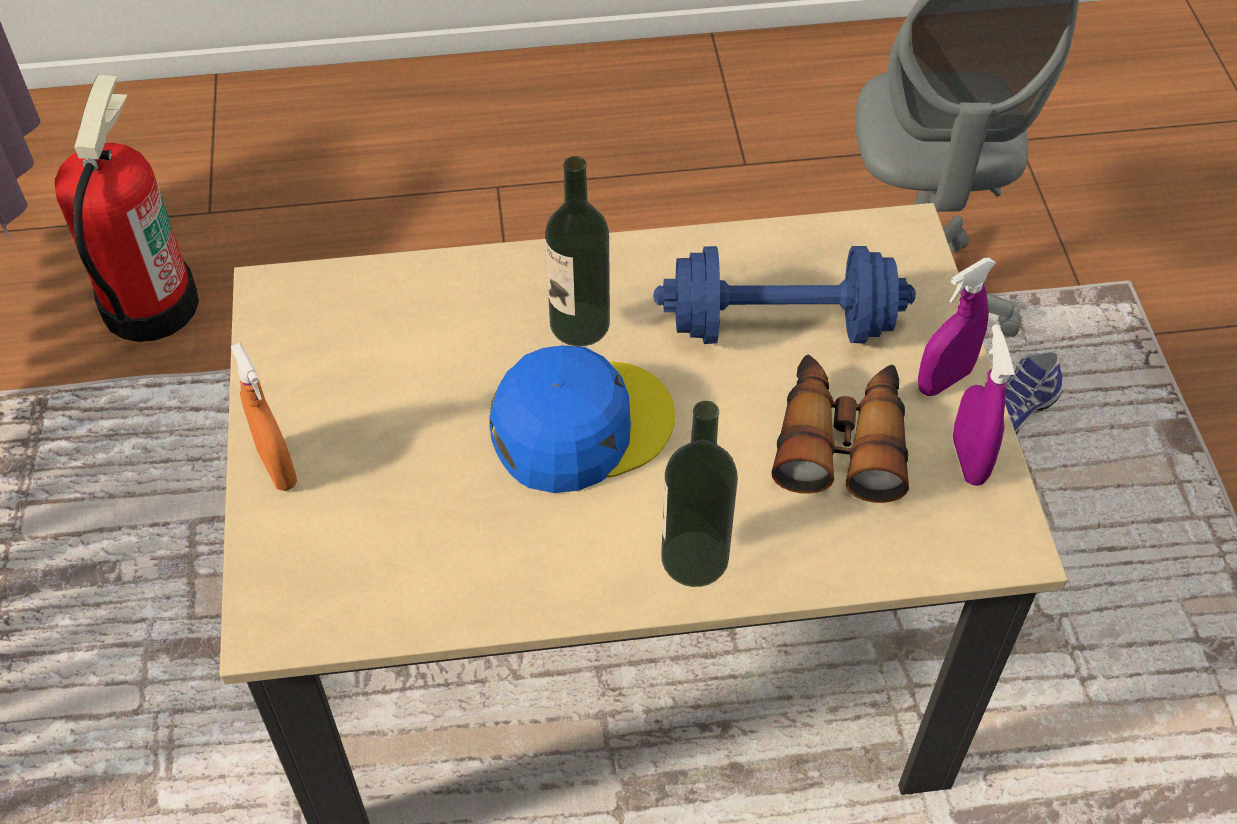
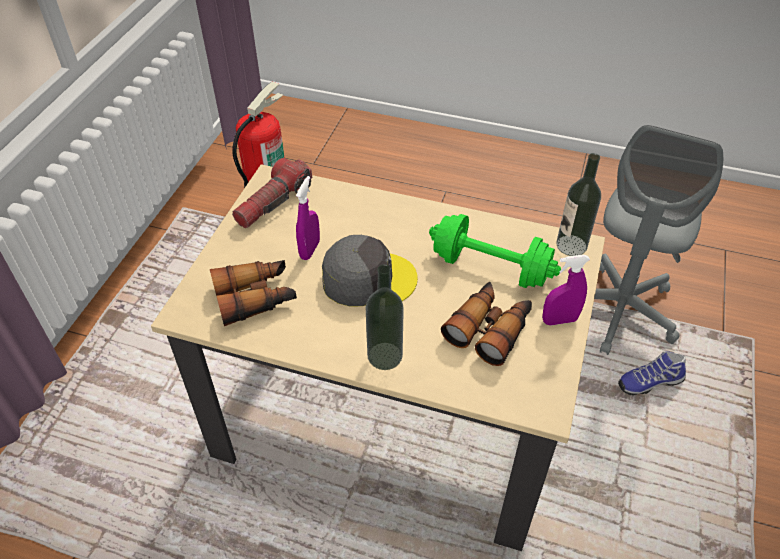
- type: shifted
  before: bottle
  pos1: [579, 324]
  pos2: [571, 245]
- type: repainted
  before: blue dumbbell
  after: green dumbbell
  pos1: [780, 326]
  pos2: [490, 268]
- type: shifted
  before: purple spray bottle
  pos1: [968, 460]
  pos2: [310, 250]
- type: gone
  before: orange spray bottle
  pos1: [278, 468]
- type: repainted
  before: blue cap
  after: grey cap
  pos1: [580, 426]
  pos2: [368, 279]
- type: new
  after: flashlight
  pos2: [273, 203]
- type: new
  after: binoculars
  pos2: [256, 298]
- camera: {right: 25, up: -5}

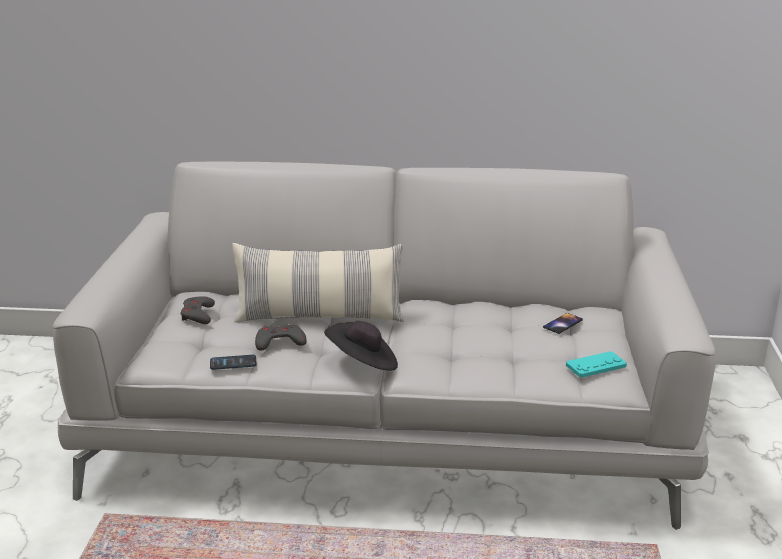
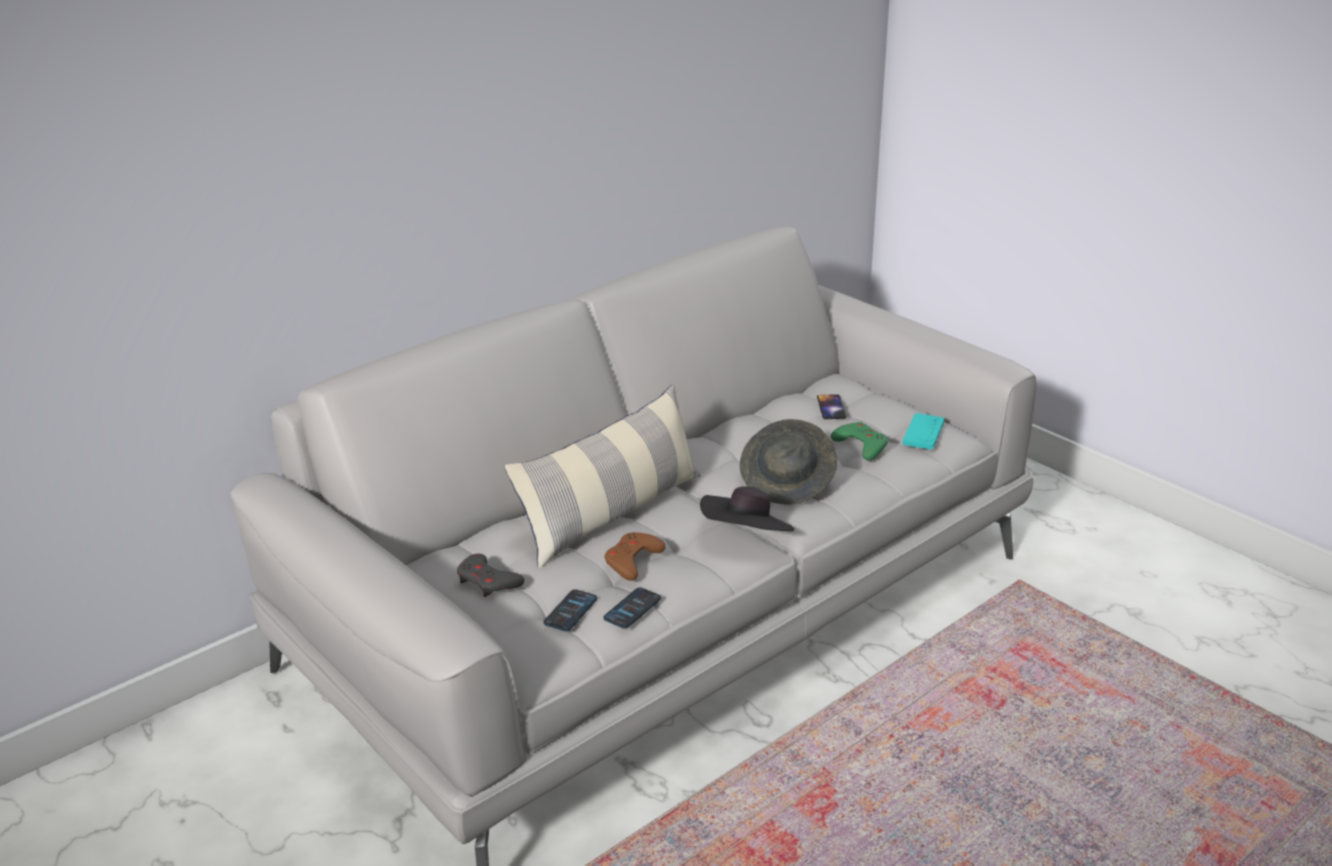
- type: repainted
  before: grey game controller
  after: brown game controller
  pos1: [279, 342]
  pos2: [632, 560]
- type: new
  after: grey hat
  pos2: [788, 482]
- type: new
  after: green game controller
  pos2: [861, 445]
- type: new
  after: phone
  pos2: [570, 611]
- camera: {right: -45, up: 5}

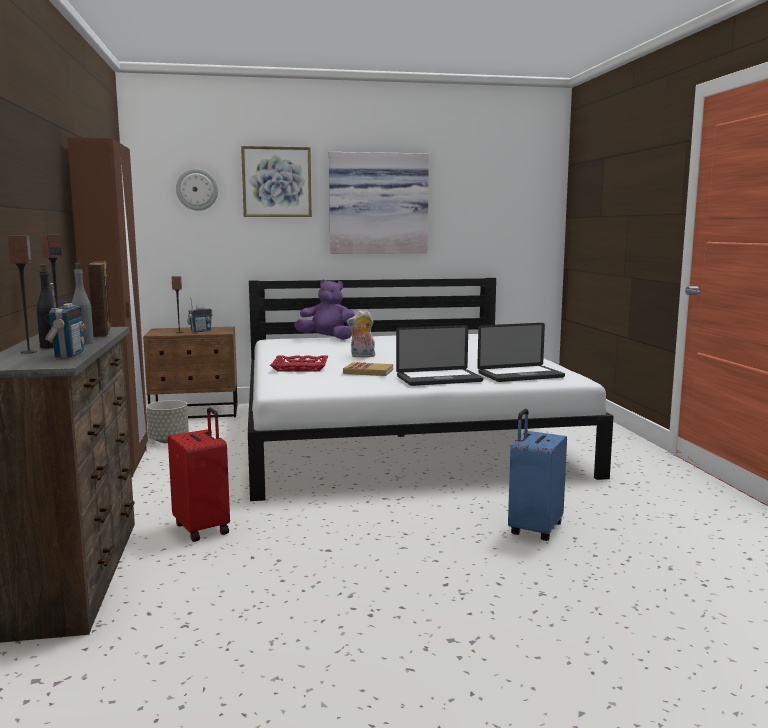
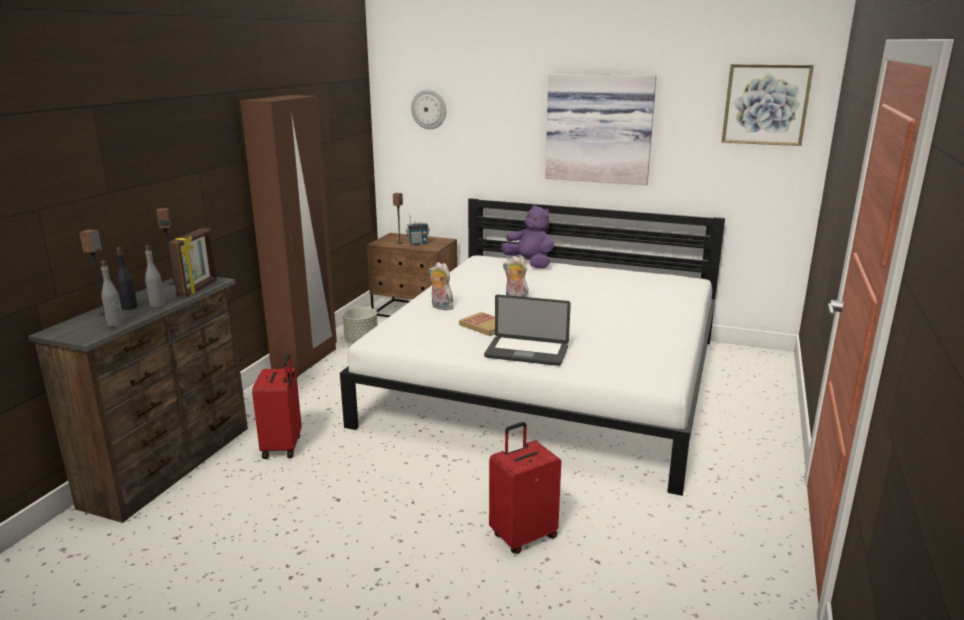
- type: shifted
  before: picture
  pos1: [276, 182]
  pos2: [765, 104]
- type: swapped
  before: radio
  after: grey bottle
  pos1: [68, 355]
  pos2: [115, 324]
- type: gone
  before: laptop
  pos1: [520, 375]
- type: swapped
  before: red tray
  after: plush toy
  pos1: [300, 367]
  pos2: [440, 307]
- type: repainted
  before: blue suitcase
  after: red suitcase
  pos1: [534, 529]
  pos2: [523, 535]
- camera: {right: 30, up: 10}

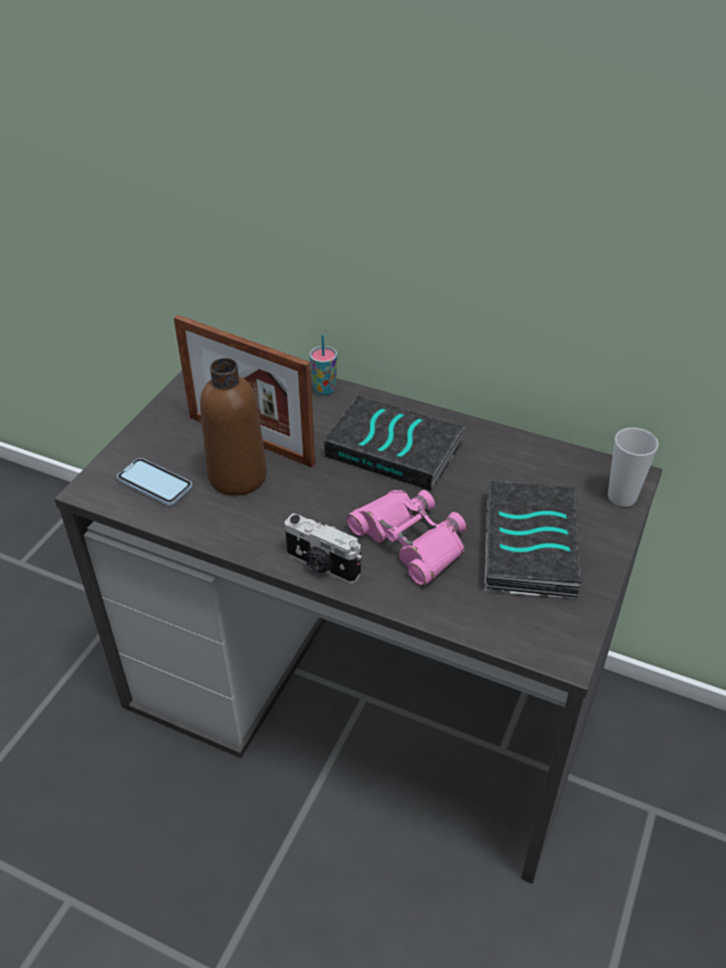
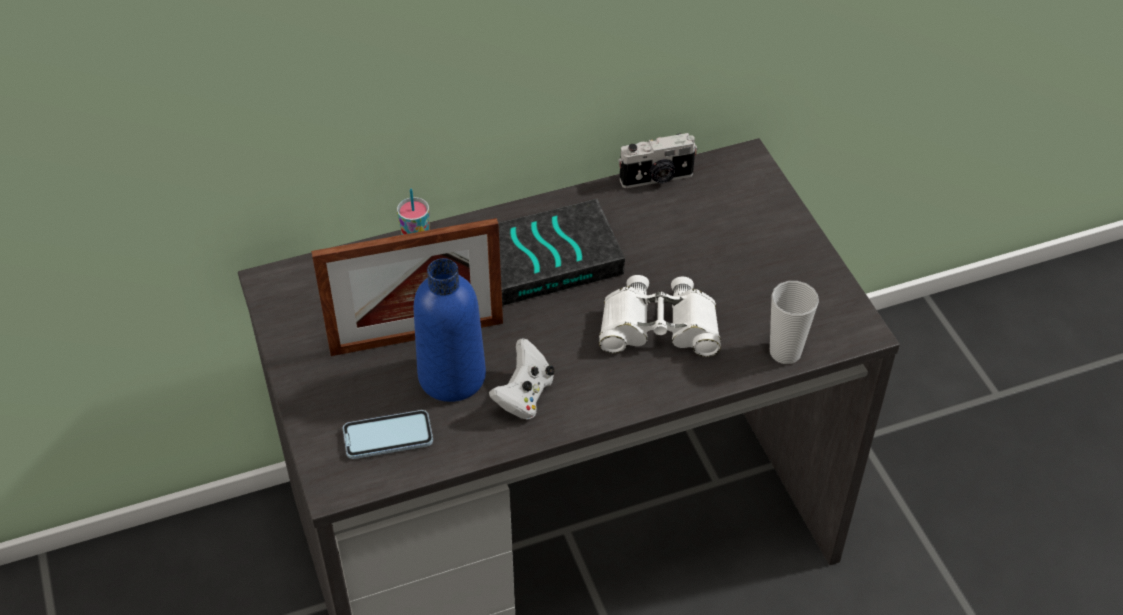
- type: repainted
  before: brown bottle
  after: blue bottle
  pos1: [237, 476]
  pos2: [452, 376]
- type: shifted
  before: cup
  pos1: [622, 497]
  pos2: [785, 352]
- type: gone
  before: book
  pos1: [526, 545]
- type: repainted
  before: pink binoculars
  after: white binoculars
  pos1: [410, 541]
  pos2: [659, 327]
- type: shifted
  before: photo camera
  pos1: [322, 566]
  pos2: [657, 179]
- type: new
  after: white game controller
  pos2: [524, 396]
- camera: {right: -45, up: 5}

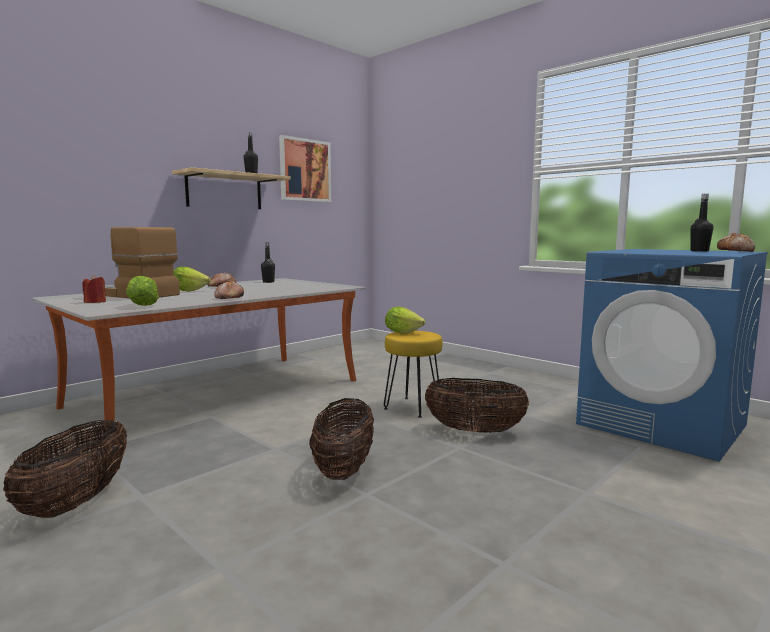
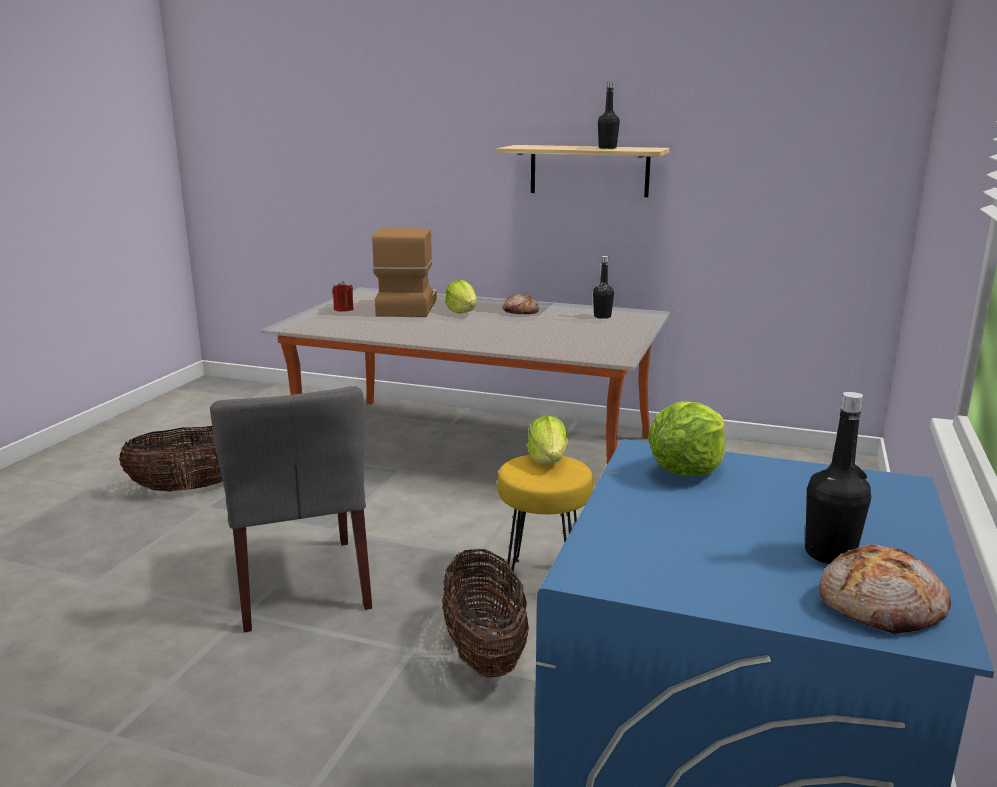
- type: gone
  before: picture
  pos1: [305, 170]
- type: shifted
  before: lettuce
  pos1: [143, 305]
  pos2: [687, 469]
- type: gone
  before: bread
  pos1: [229, 298]
- type: swapped
  before: basket
  after: grey chair
  pos1: [343, 469]
  pos2: [301, 583]
- camera: {right: 65, up: 10}

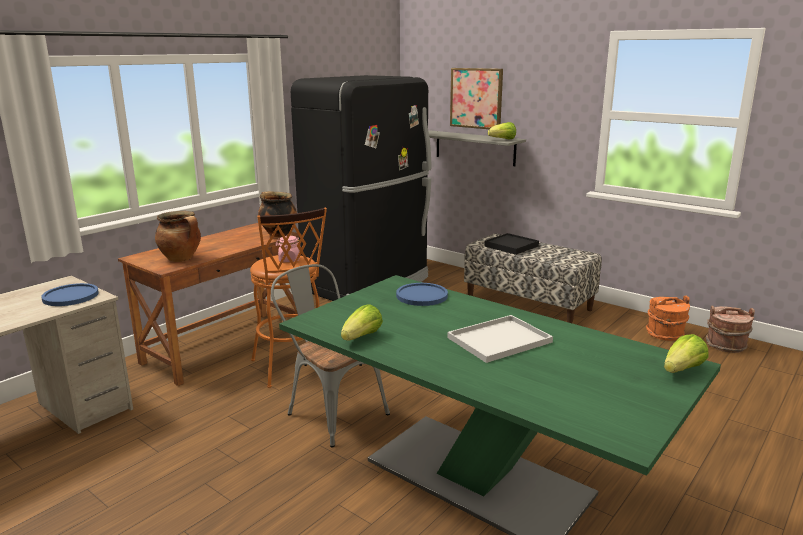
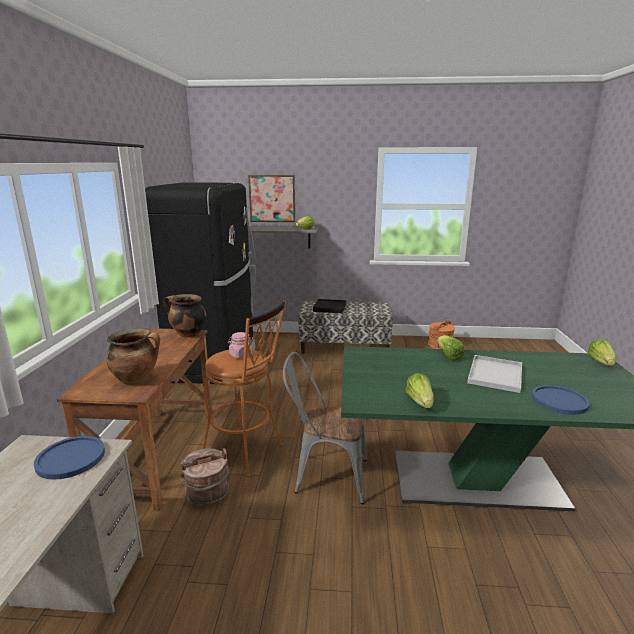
- type: shifted
  before: blue plate
  pos1: [422, 295]
  pos2: [559, 401]
- type: shifted
  before: brown bucket
  pos1: [725, 346]
  pos2: [207, 494]
- type: new
  after: lettuce
  pos2: [448, 355]
- camera: {right: -35, up: 0}

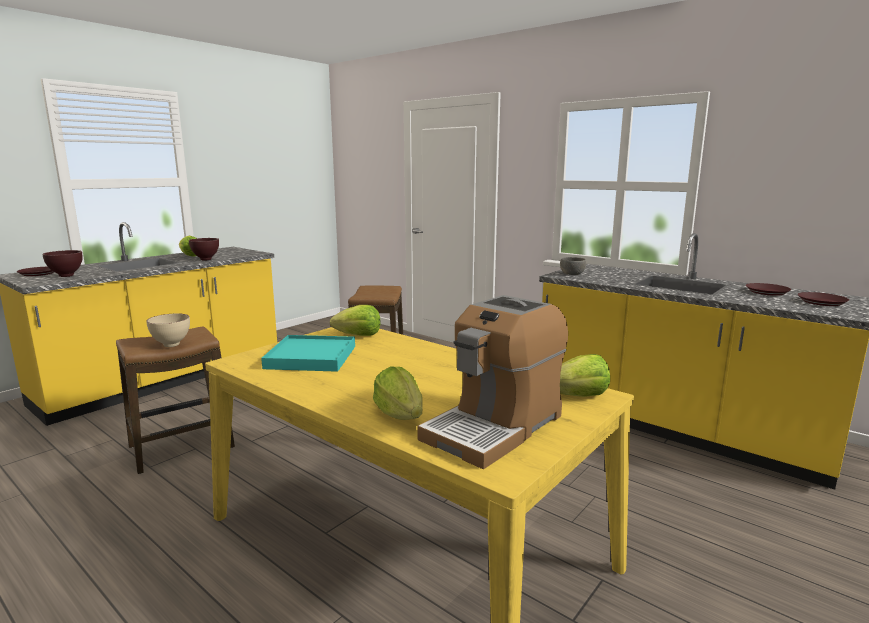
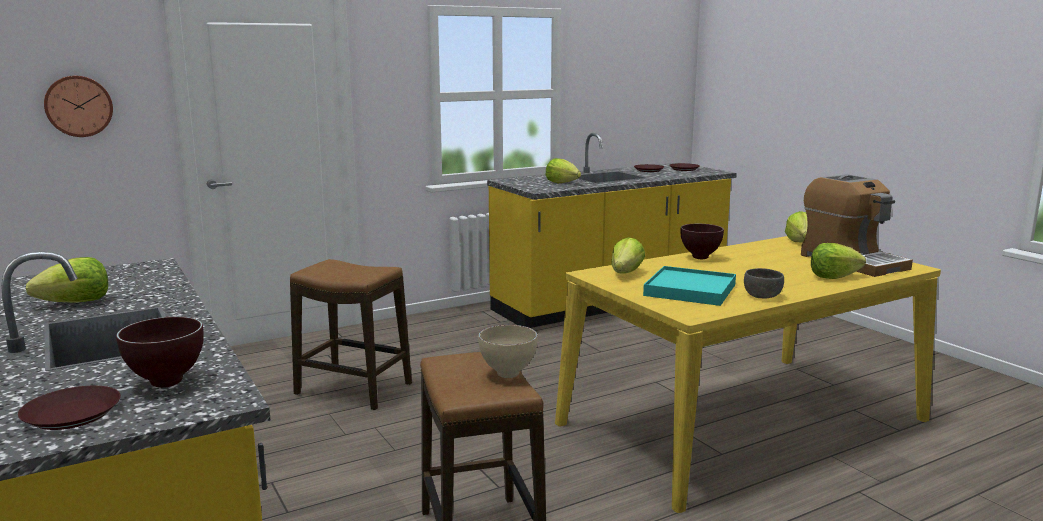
- type: shifted
  before: brown bowl
  pos1: [205, 259]
  pos2: [700, 258]
- type: shifted
  before: grey bowl
  pos1: [572, 274]
  pos2: [762, 296]
- type: new
  after: wall clock
  pos2: [78, 106]
- type: new
  after: lettuce
  pos2: [562, 183]
- camera: {right: -70, up: 0}

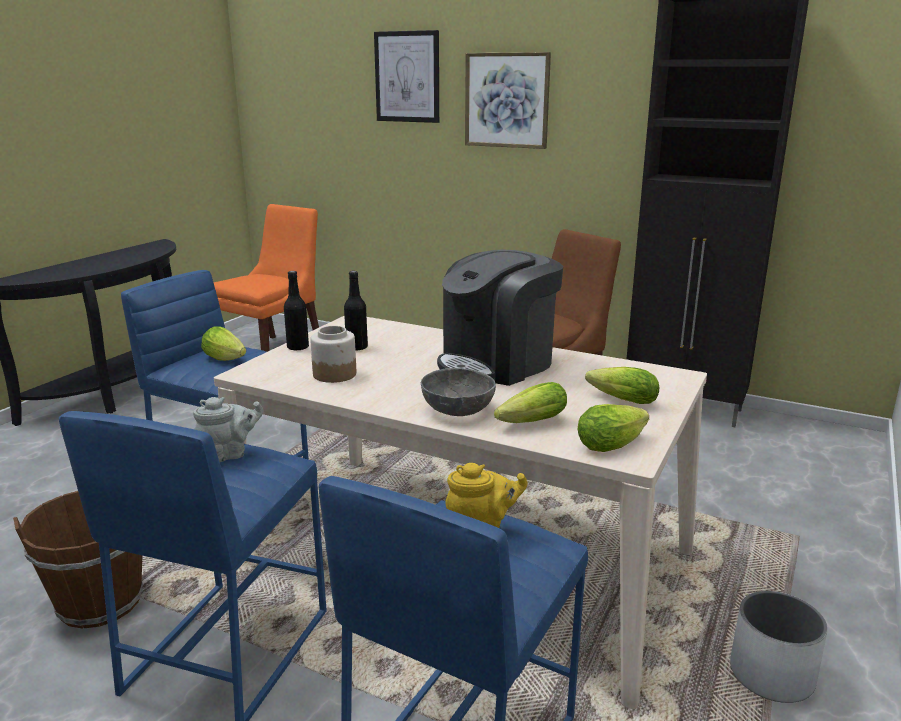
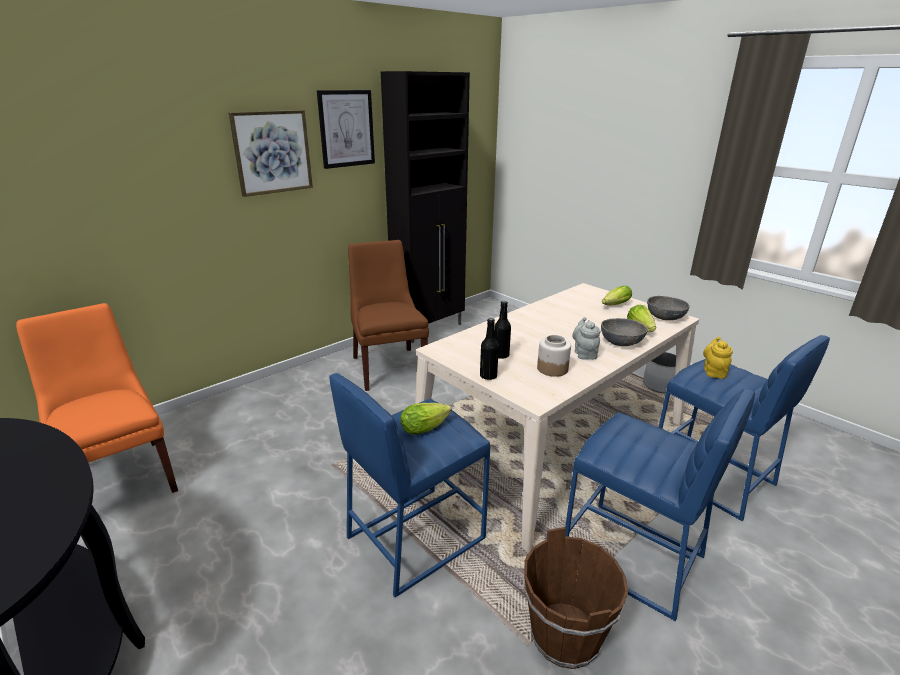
- type: shifted
  before: picture
  pos1: [407, 77]
  pos2: [346, 129]
- type: gone
  before: coffee machine
  pos1: [497, 364]
- type: shifted
  before: grey teapot
  pos1: [229, 454]
  pos2: [584, 353]
- type: swapped
  before: lettuce
  after: grey bowl
  pos1: [614, 443]
  pos2: [665, 317]
- camera: {right: -70, up: 5}

